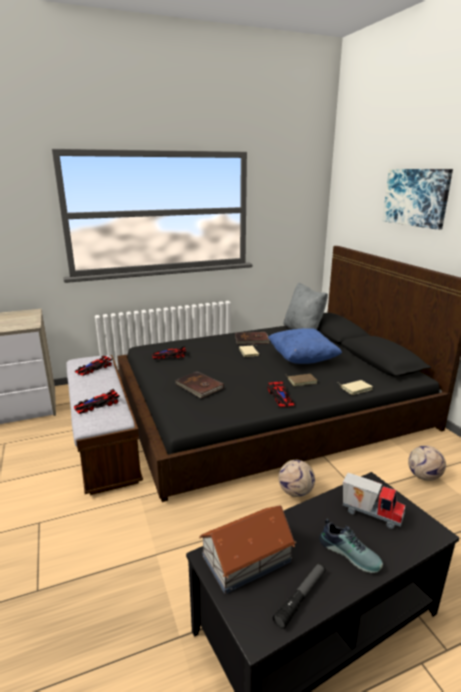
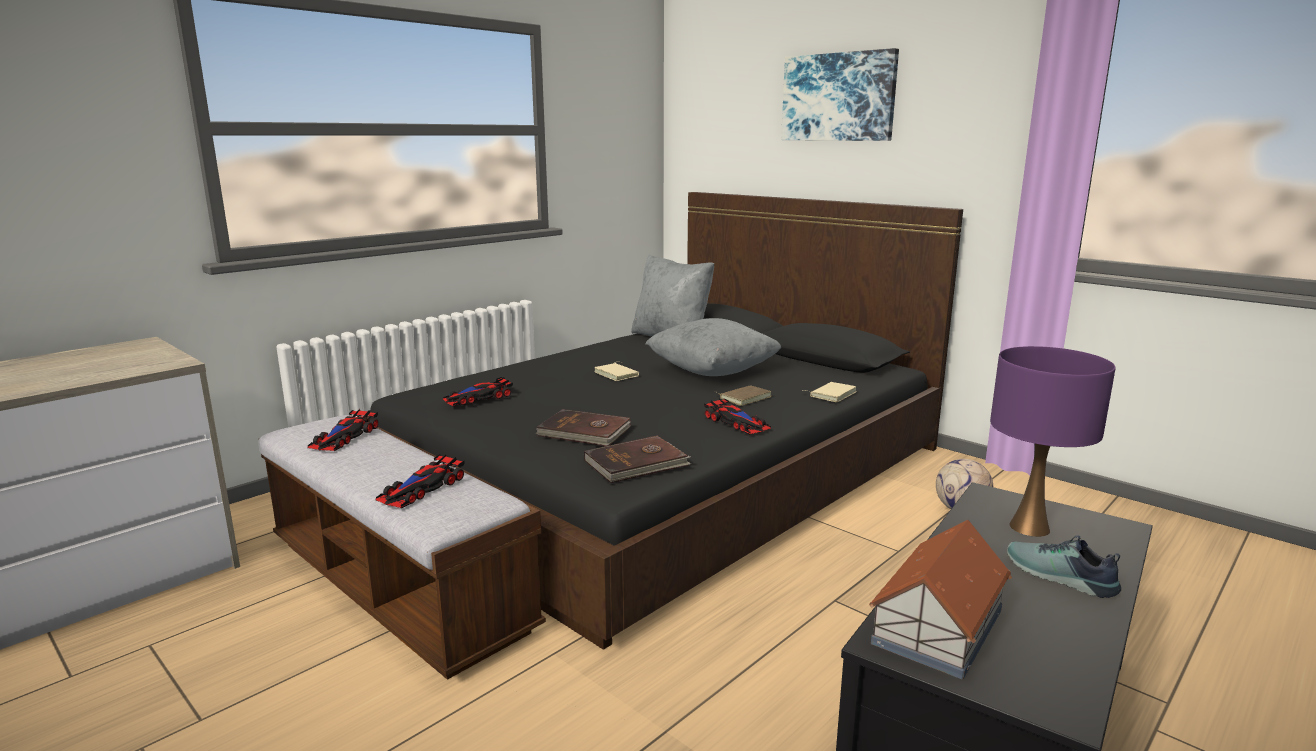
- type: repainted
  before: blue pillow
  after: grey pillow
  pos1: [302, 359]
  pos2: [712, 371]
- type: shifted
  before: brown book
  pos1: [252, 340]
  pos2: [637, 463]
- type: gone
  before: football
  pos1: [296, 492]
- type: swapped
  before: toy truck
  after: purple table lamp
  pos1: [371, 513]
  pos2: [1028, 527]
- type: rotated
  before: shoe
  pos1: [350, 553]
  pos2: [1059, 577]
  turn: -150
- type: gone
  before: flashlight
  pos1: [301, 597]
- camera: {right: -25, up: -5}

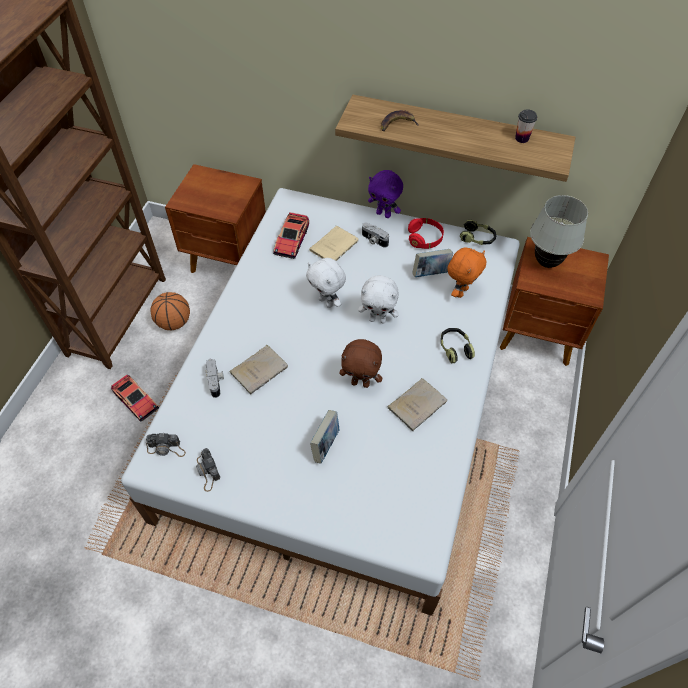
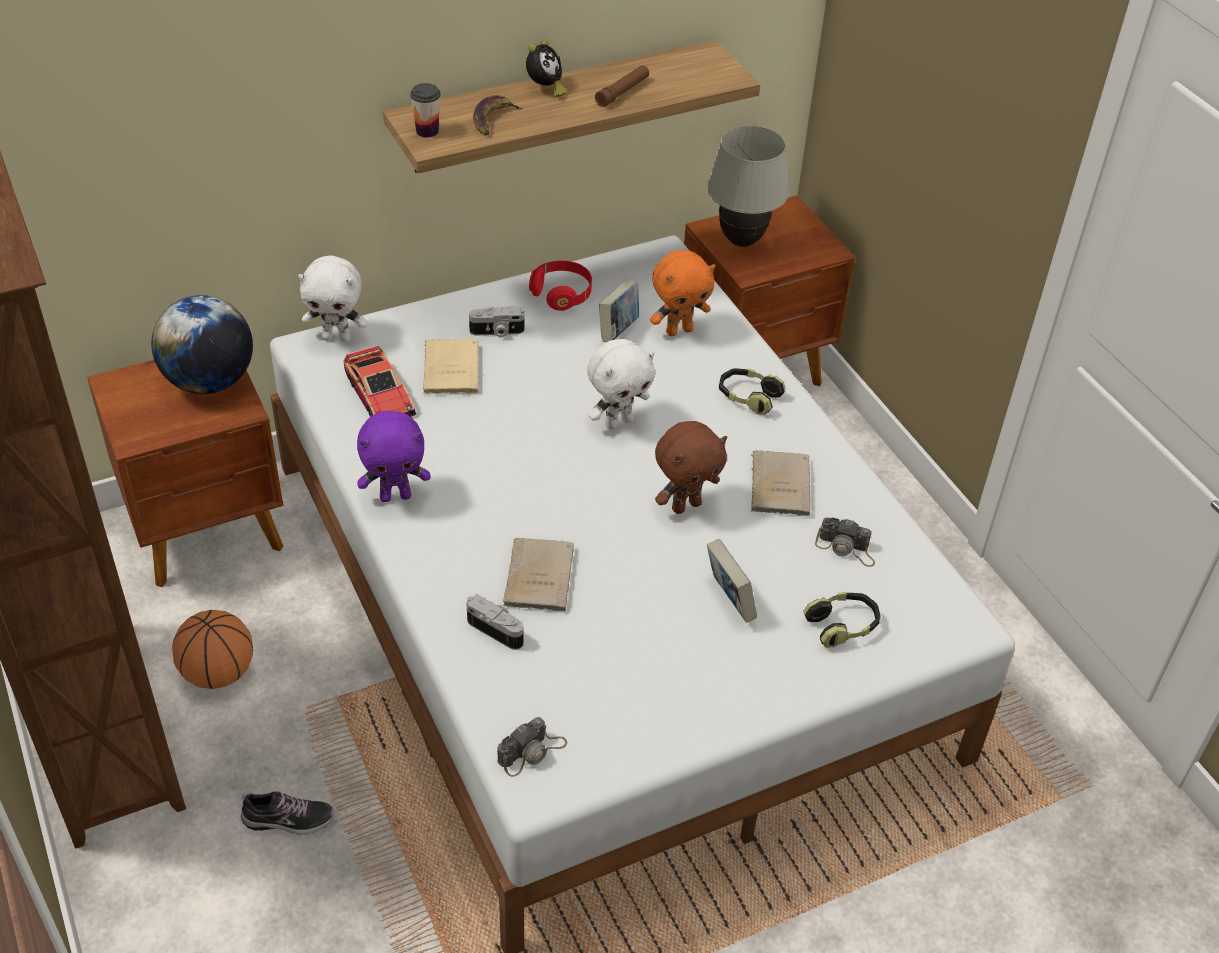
- type: shifted
  before: cup
  pos1: [522, 138]
  pos2: [427, 131]
- type: shifted
  before: purple plush toy
  pos1: [384, 214]
  pos2: [396, 496]
- type: shifted
  before: headphones
  pos1: [477, 238]
  pos2: [842, 626]
- type: rotated
  before: orange plush toy
  pos1: [460, 291]
  pos2: [679, 330]
  turn: 75
- type: shifted
  before: white plush toy
  pos1: [327, 302]
  pos2: [337, 337]
- type: swapped
  before: toy car
  after: shoe
  pos1: [136, 401]
  pos2: [288, 820]
- type: shifted
  before: photo camera
  pos1: [207, 472]
  pos2: [846, 549]
- type: new
  after: alarm clock
  pos2: [545, 89]
- type: new
  after: brown flashlight
  pos2: [622, 92]
- type: new
  after: globe
  pos2: [209, 381]
- camera: {right: -45, up: -10}

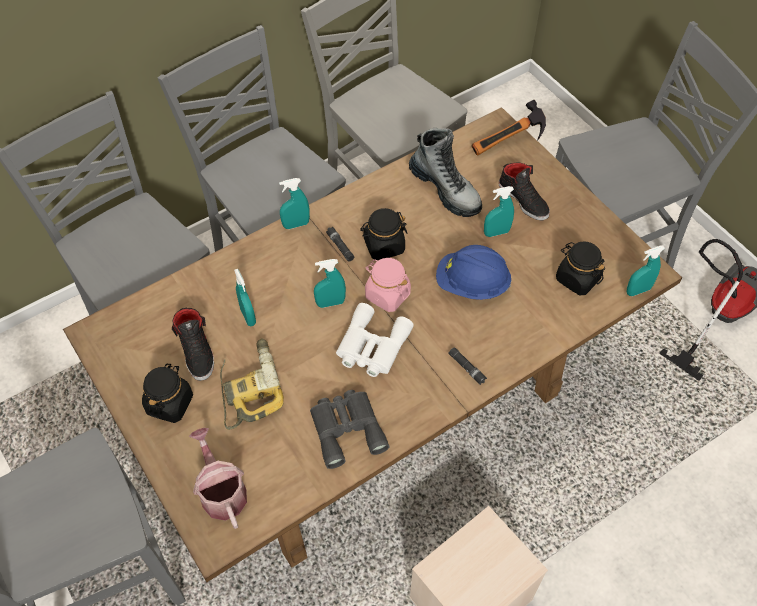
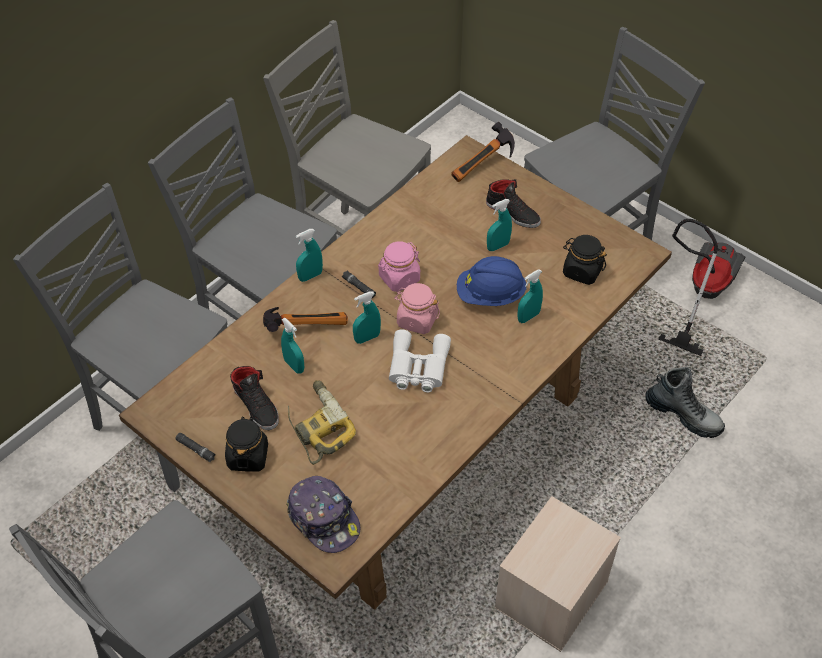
- type: shifted
  before: boot
  pos1: [445, 189]
  pos2: [683, 415]
- type: repainted
  before: black jar
  after: pink jar
  pos1: [383, 246]
  pos2: [399, 278]
- type: shifted
  before: turquoise spray bottle
  pos1: [638, 290]
  pos2: [528, 317]
- type: shifted
  before: black flashlight
  pos1: [467, 368]
  pos2: [196, 449]
- type: gone
  before: grey binoculars
  pos1: [347, 428]
- type: swapped
  before: watering can
  after: cap
  pos1: [221, 491]
  pos2: [324, 519]
- type: new
  after: hammer
  pos2: [305, 325]
- camera: {right: -15, up: -5}

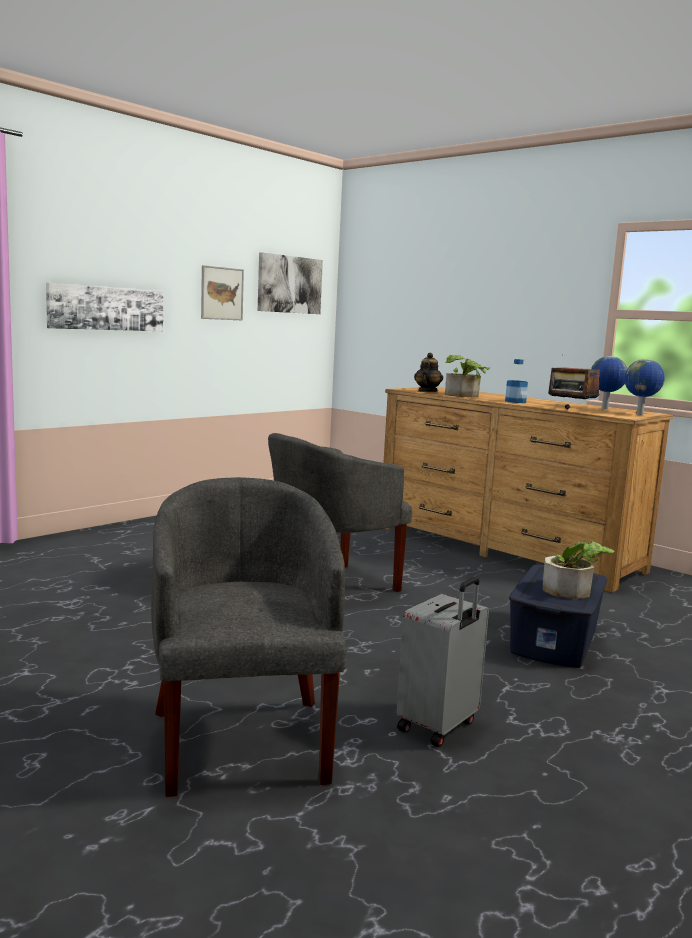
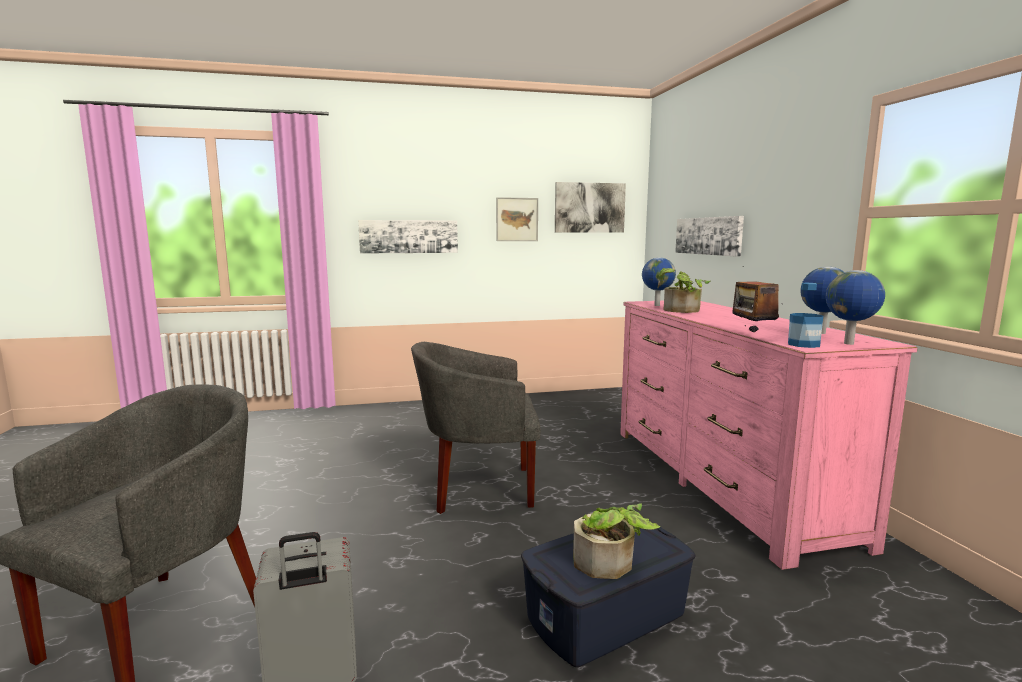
- type: swapped
  before: teapot
  after: globe
  pos1: [427, 391]
  pos2: [656, 305]
- type: shifted
  before: bottle
  pos1: [515, 401]
  pos2: [803, 344]
- type: repainted
  before: brown dresser
  after: pink dresser
  pos1: [505, 548]
  pos2: [721, 480]
- type: new
  after: picture
  pos2: [708, 236]
- camera: {right: 35, up: 0}

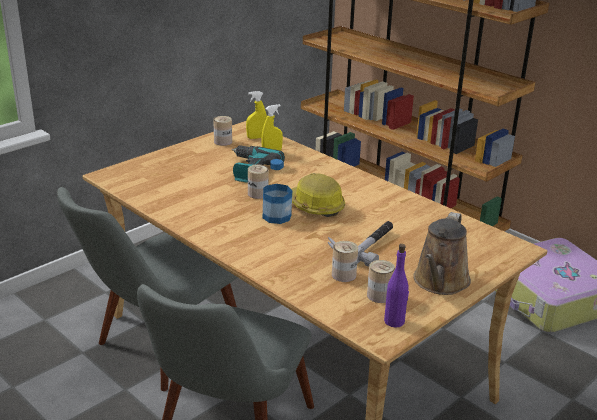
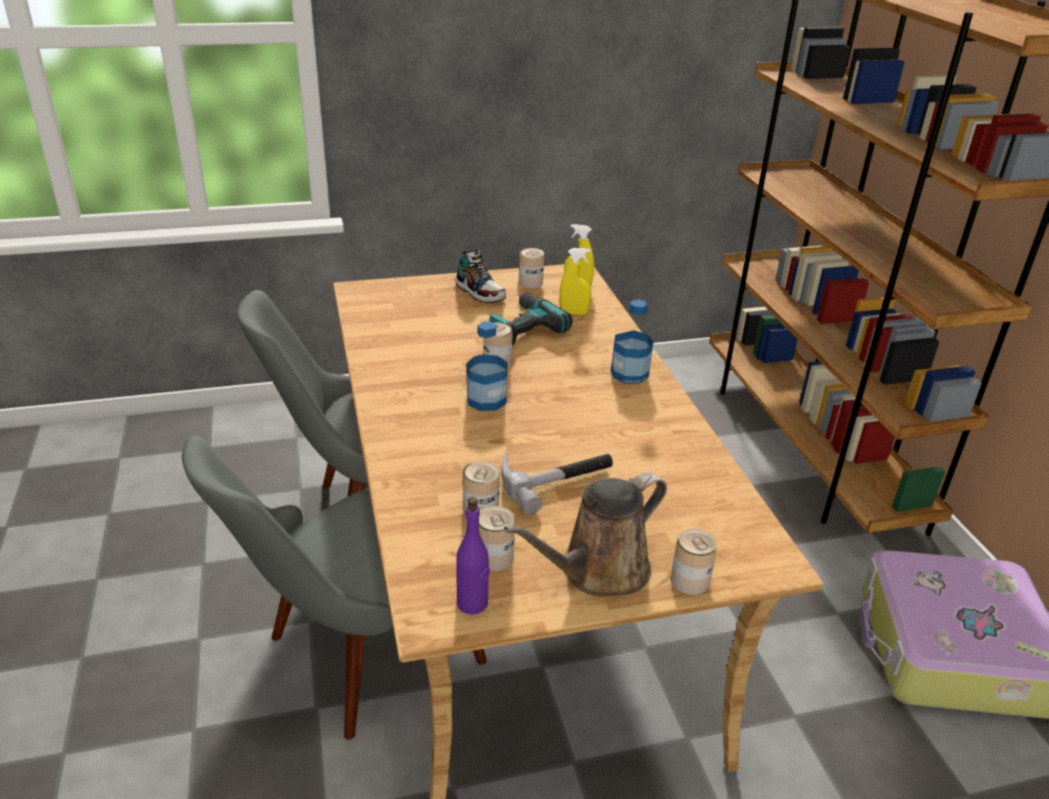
- type: gone
  before: hard hat
  pos1: [314, 206]
- type: new
  after: shoe
  pos2: [480, 292]
- type: new
  after: bottle
  pos2: [629, 373]
- type: new
  after: can
  pos2: [689, 580]
- camera: {right: 30, up: 5}

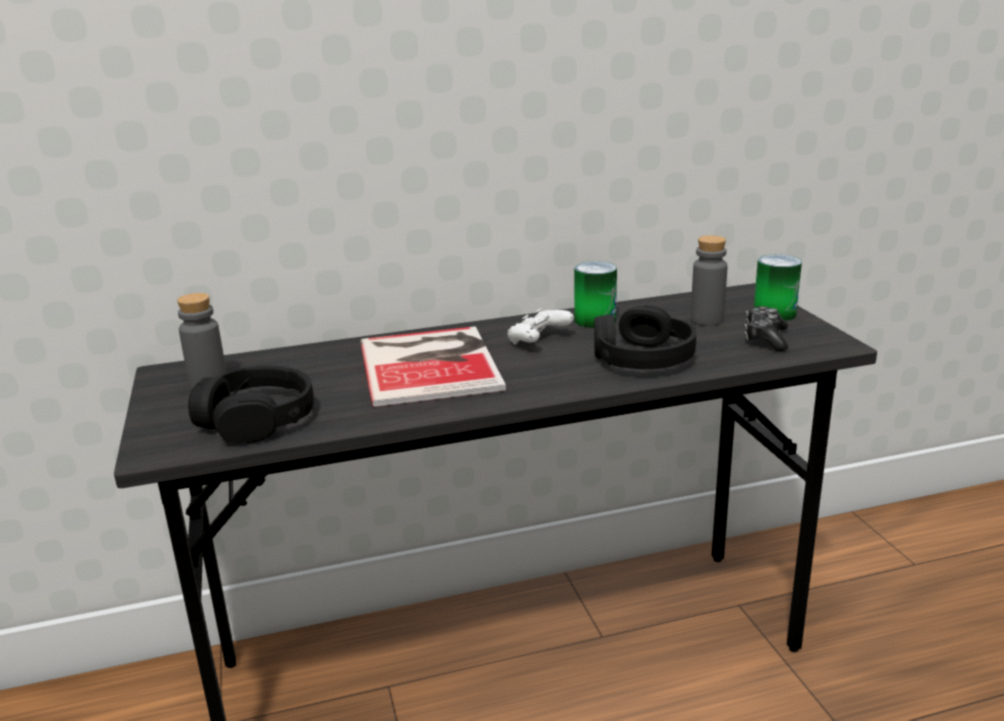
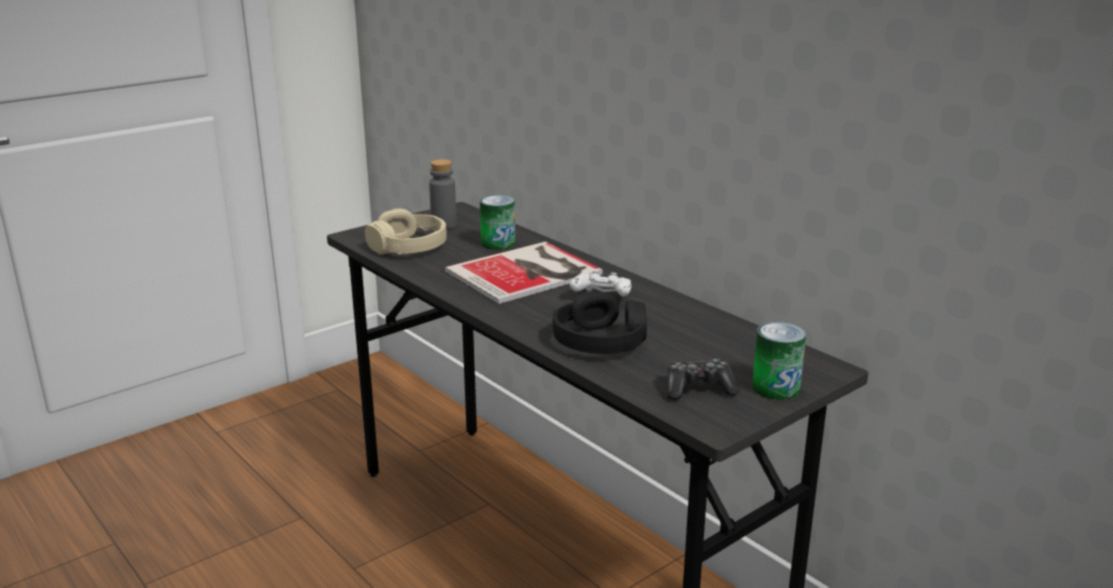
- type: gone
  before: grey bottle
  pos1: [707, 320]
- type: shifted
  before: can
  pos1: [595, 320]
  pos2: [498, 243]
- type: repainted
  before: black headphones
  after: beige headphones
  pos1: [257, 419]
  pos2: [408, 247]
- camera: {right: 65, up: 0}

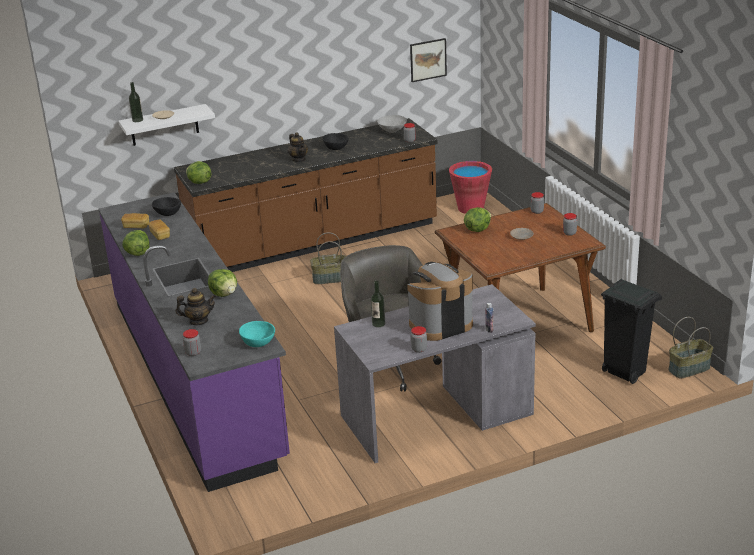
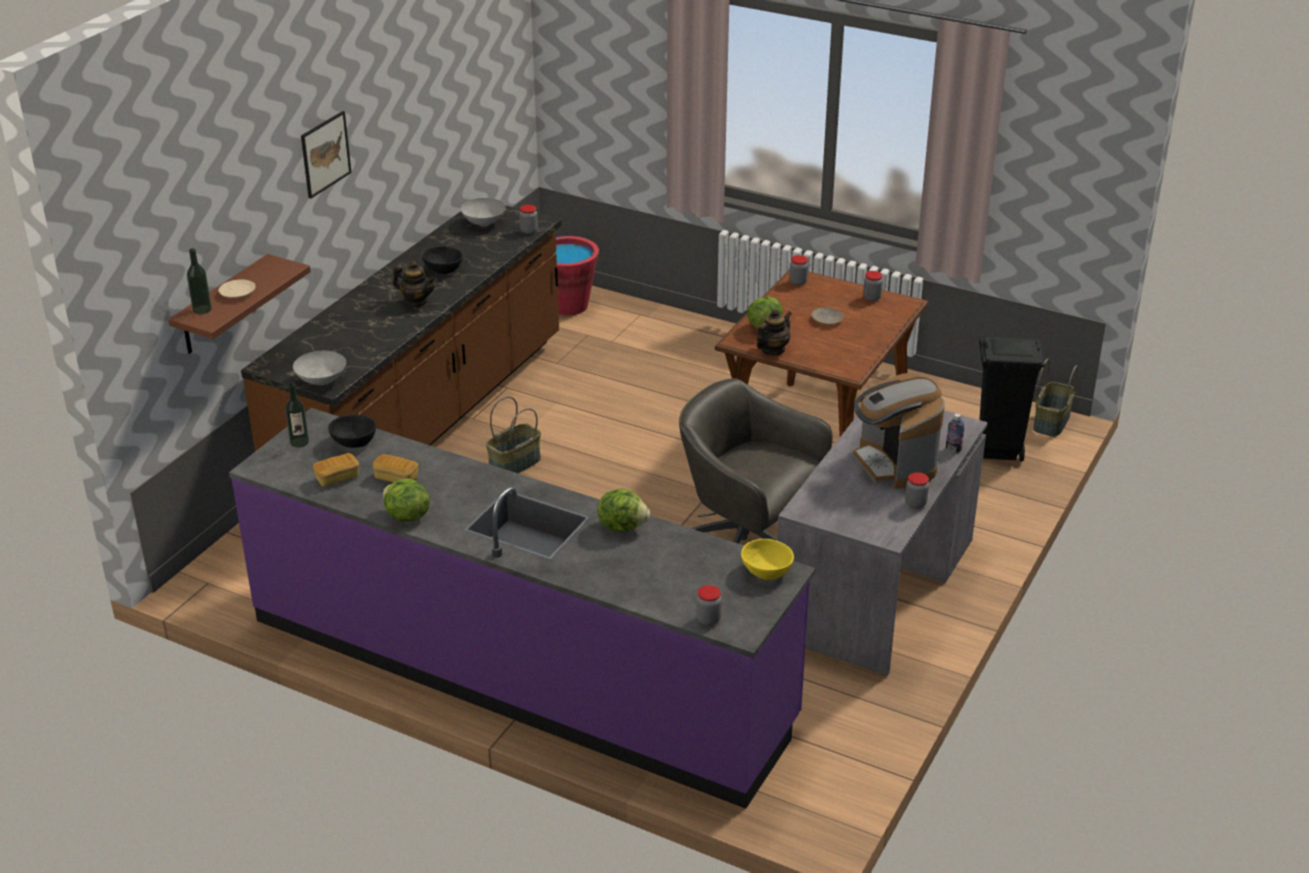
- type: shifted
  before: picture
  pos1: [428, 60]
  pos2: [325, 154]
- type: repainted
  before: white shelf
  after: brown shelf
  pos1: [164, 125]
  pos2: [222, 306]
- type: swapped
  before: lettuce
  after: grey bowl
  pos1: [199, 182]
  pos2: [322, 381]
- type: rotated
  before: coffee machine
  pos1: [440, 324]
  pos2: [894, 464]
  turn: -45
- type: shifted
  before: bottle
  pos1: [378, 323]
  pos2: [299, 442]
- type: shifted
  before: teapot
  pos1: [198, 321]
  pos2: [772, 350]
- type: repainted
  before: turquoise bowl
  after: yellow bowl
  pos1: [257, 342]
  pos2: [766, 571]
- camera: {right: -40, up: 5}

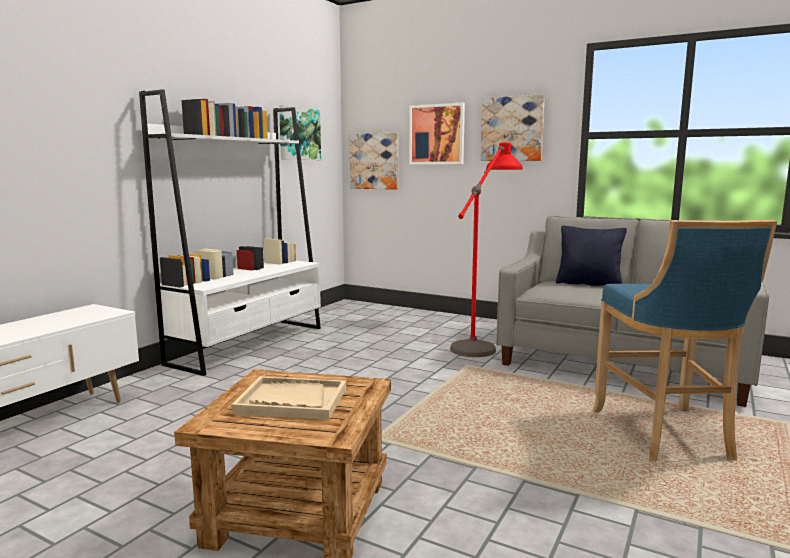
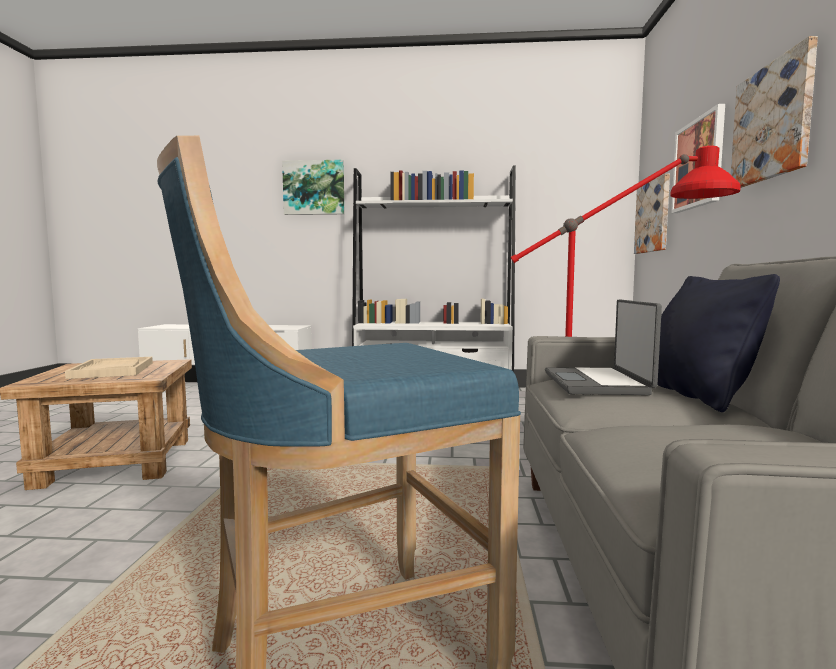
- type: shifted
  before: picture
  pos1: [299, 134]
  pos2: [314, 188]
- type: new
  after: laptop
  pos2: [597, 383]
- camera: {right: 65, up: -5}

